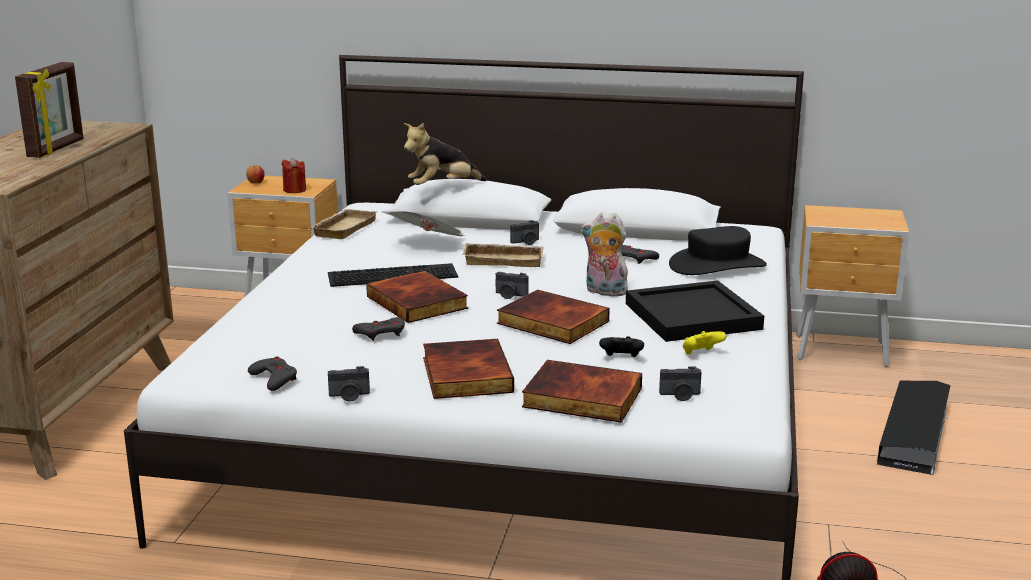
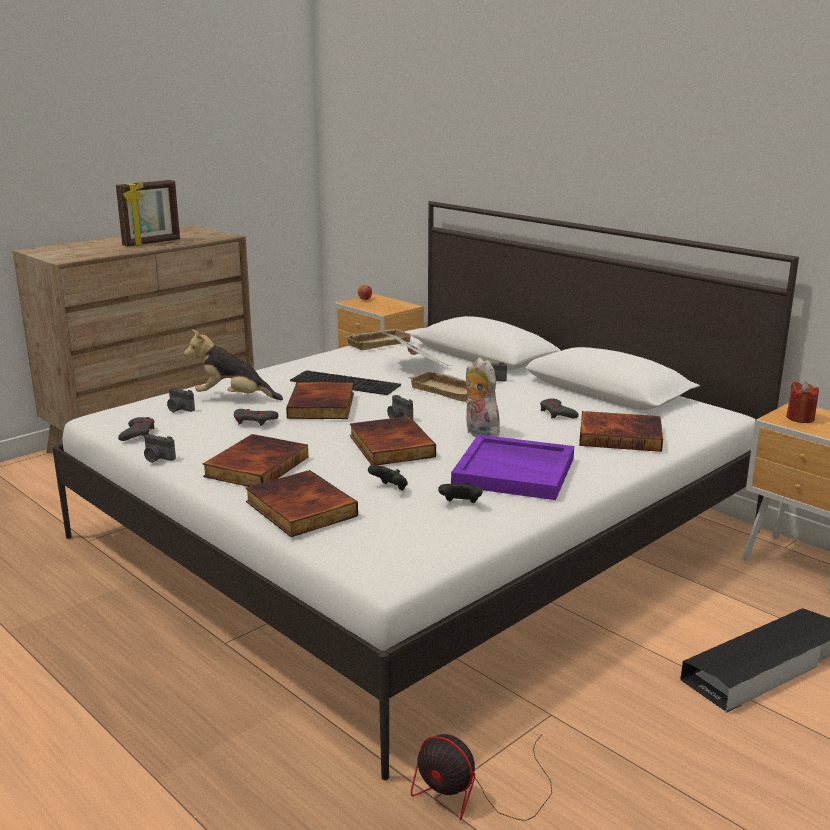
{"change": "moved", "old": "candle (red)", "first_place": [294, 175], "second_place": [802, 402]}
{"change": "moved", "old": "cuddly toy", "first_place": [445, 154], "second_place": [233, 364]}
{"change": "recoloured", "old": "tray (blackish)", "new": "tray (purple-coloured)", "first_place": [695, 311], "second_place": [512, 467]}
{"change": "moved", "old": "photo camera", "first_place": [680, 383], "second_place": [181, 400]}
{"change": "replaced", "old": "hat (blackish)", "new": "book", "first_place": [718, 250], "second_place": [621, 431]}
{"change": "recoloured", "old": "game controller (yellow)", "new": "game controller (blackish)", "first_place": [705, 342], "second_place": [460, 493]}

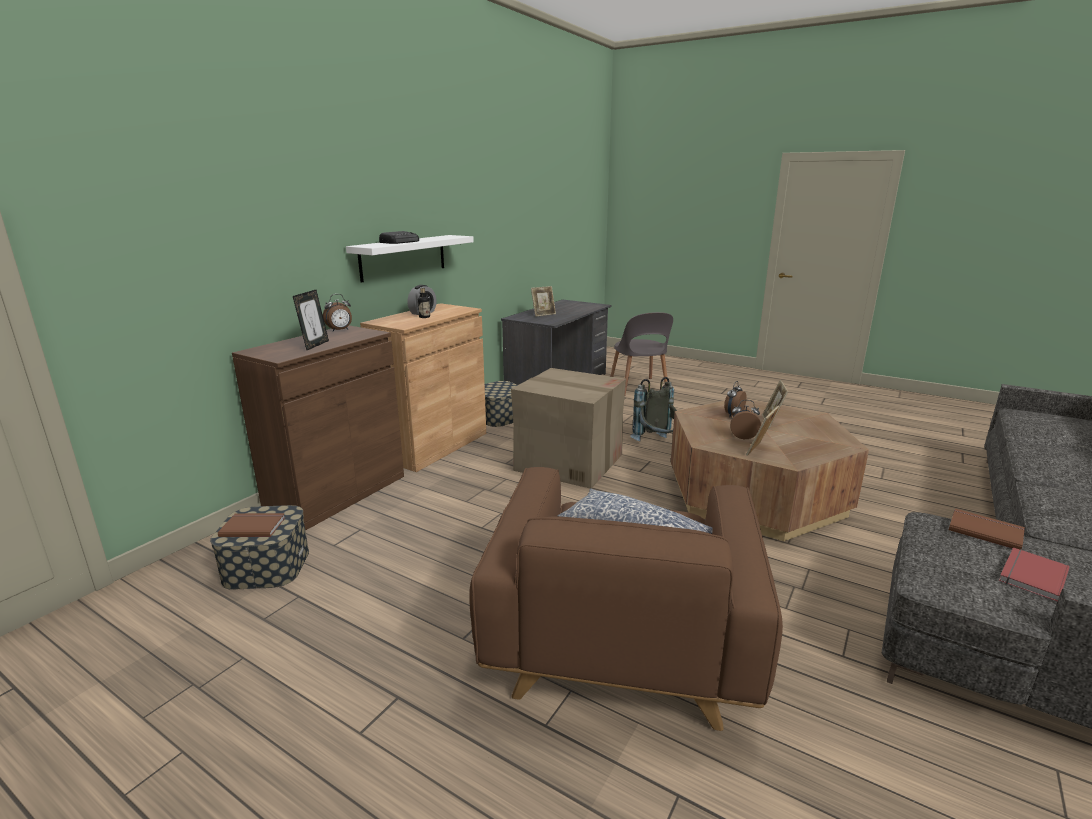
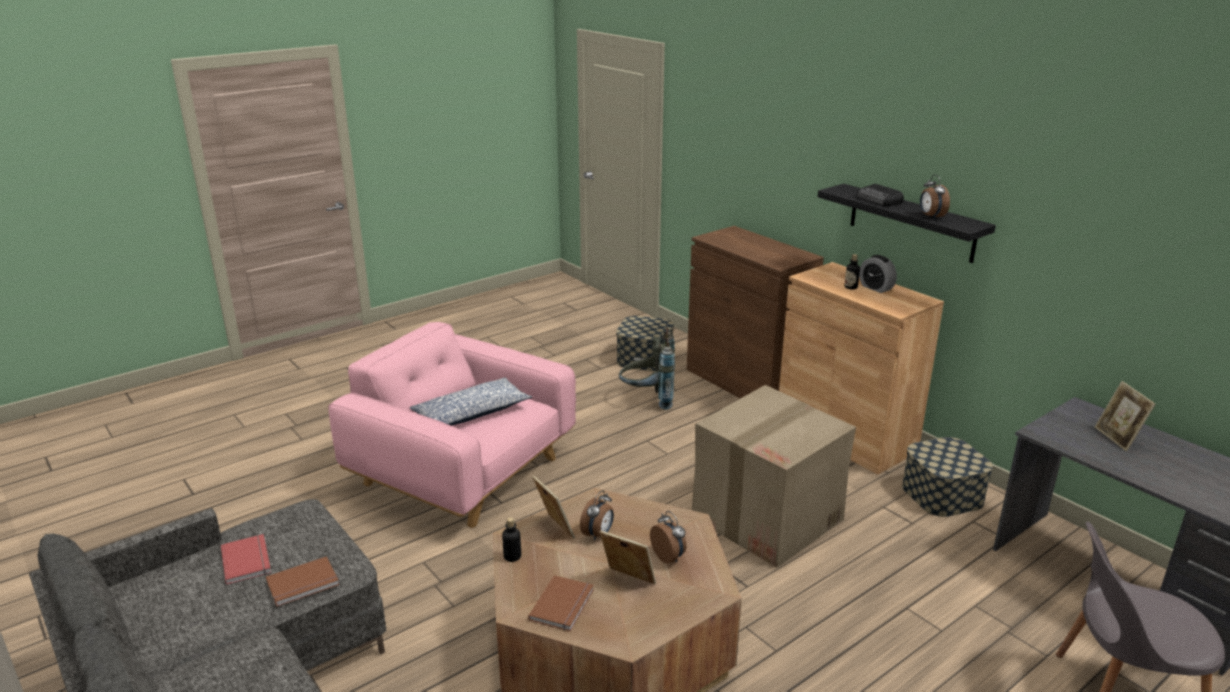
{"change": "moved", "old": "book (brown-coloured)", "first_place": [251, 525], "second_place": [561, 603]}
{"change": "removed", "old": "picture frame", "first_place": [311, 320]}
{"change": "moved", "old": "table clock", "first_place": [337, 313], "second_place": [935, 196]}
{"change": "recoloured", "old": "wall shelf (whitish)", "new": "wall shelf (blackish)", "first_place": [410, 259], "second_place": [907, 223]}
{"change": "recoloured", "old": "lounge chair (brown-coloured)", "new": "lounge chair (pink-coloured)", "first_place": [626, 599], "second_place": [452, 425]}
{"change": "moved", "old": "rucksack (grey)", "first_place": [653, 409], "second_place": [647, 369]}
{"change": "added", "new": "bottle", "second_place": [511, 539]}

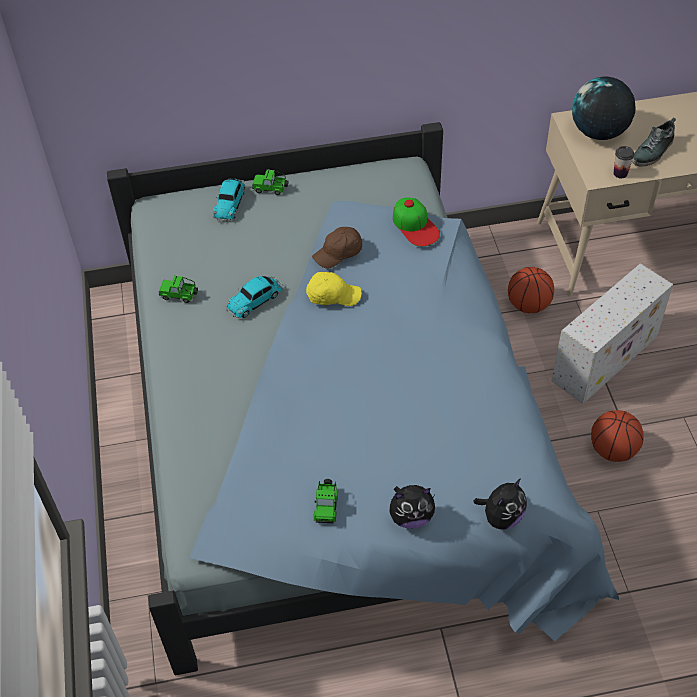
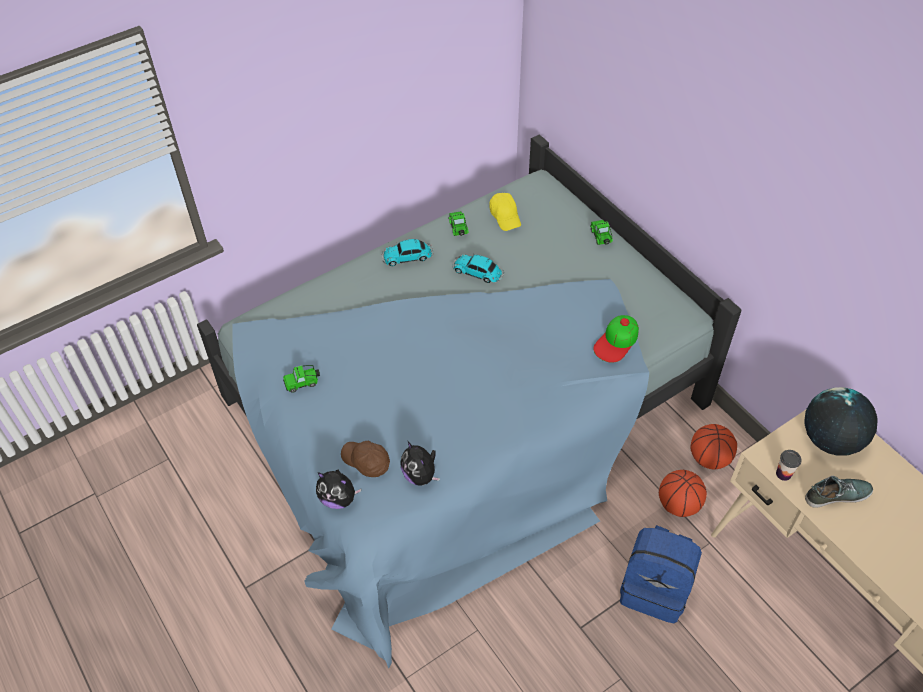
{"change": "moved", "old": "toy car", "first_place": [229, 199], "second_place": [407, 252]}
{"change": "moved", "old": "peaked cap (yellow)", "first_place": [334, 289], "second_place": [505, 212]}
{"change": "moved", "old": "peaked cap (brown-coloured)", "first_place": [337, 248], "second_place": [365, 459]}
{"change": "moved", "old": "cuddly toy", "first_place": [412, 506], "second_place": [420, 463]}
{"change": "replaced", "old": "storage container (whitish)", "new": "rucksack (blue-coloured)", "first_place": [612, 333], "second_place": [661, 574]}
{"change": "moved", "old": "basketball ball", "first_place": [617, 436], "second_place": [714, 447]}
{"change": "turned", "old": "low shoe", "first_place": [654, 142], "second_place": [839, 492], "degrees": 150}

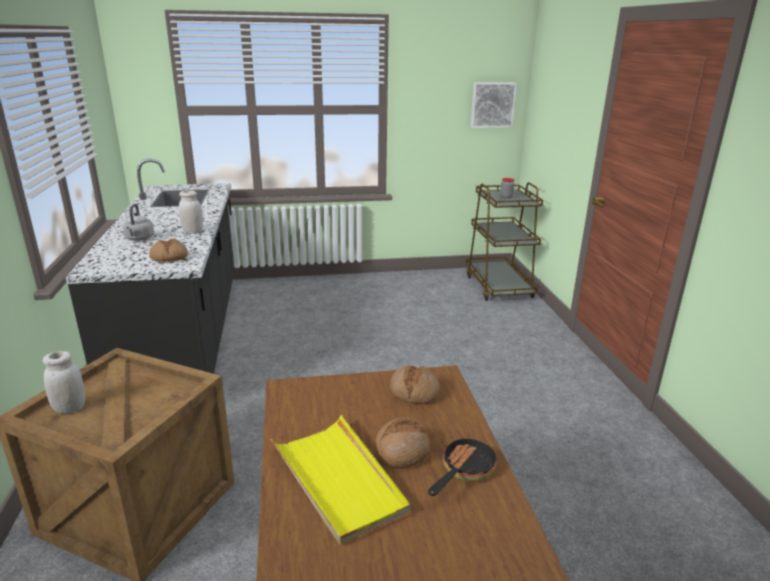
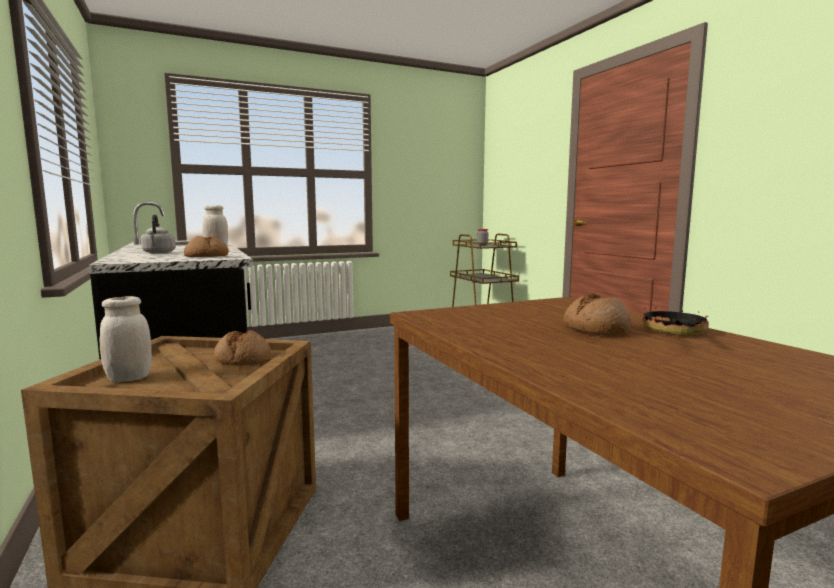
{"change": "removed", "old": "tray (yellow)", "first_place": [340, 479]}
{"change": "moved", "old": "bakery bread", "first_place": [415, 385], "second_place": [242, 347]}
{"change": "removed", "old": "wall picture", "first_place": [494, 105]}

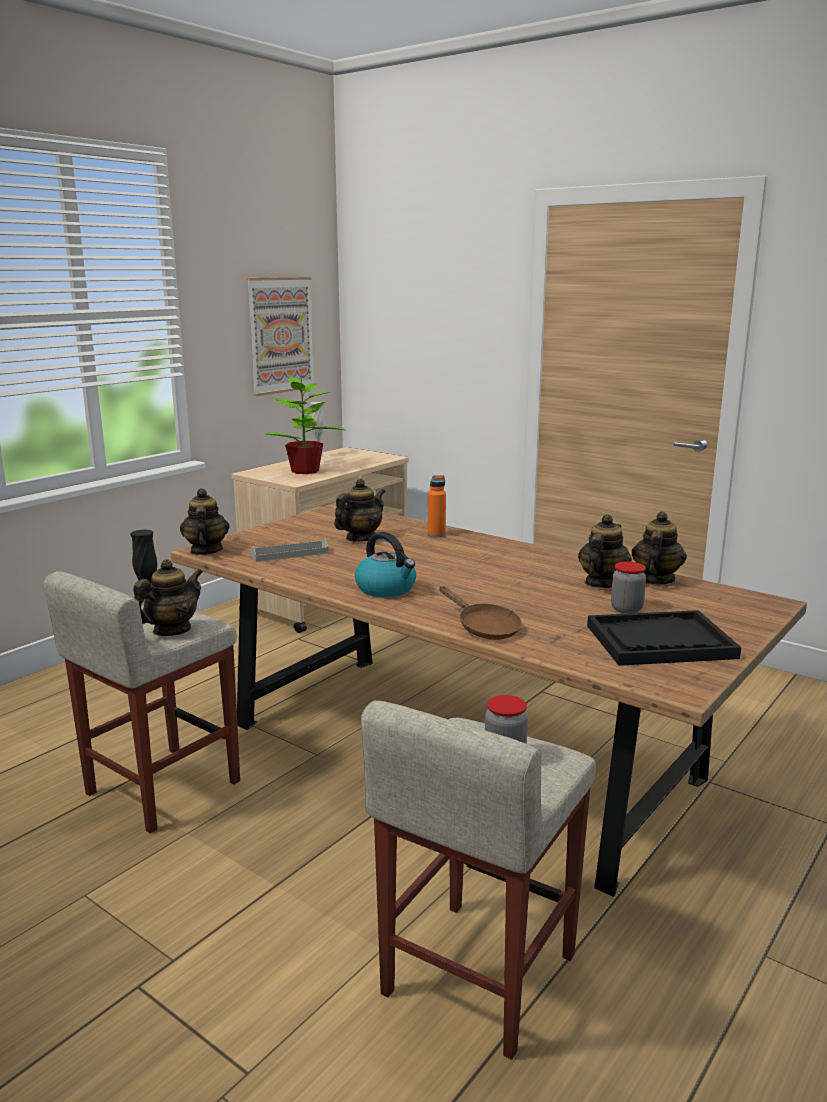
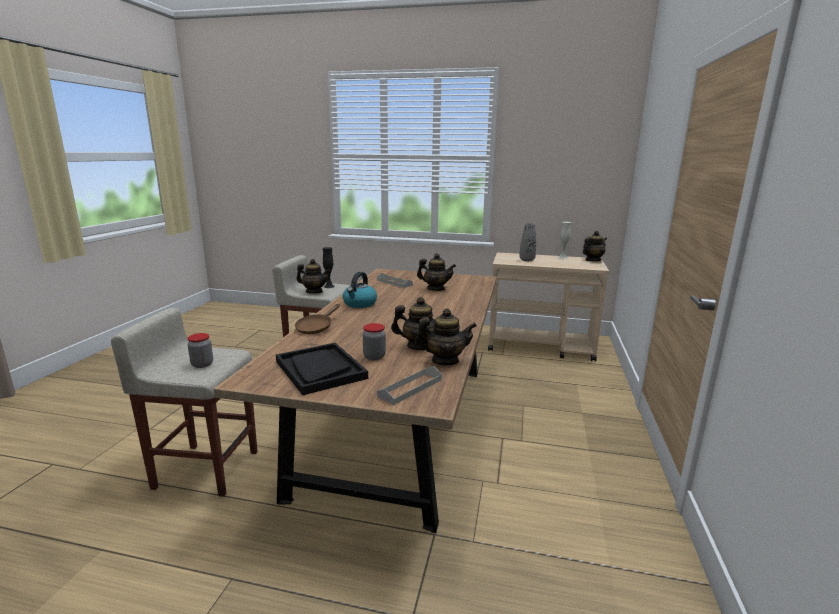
{"change": "moved", "old": "tea pot", "first_place": [205, 521], "second_place": [595, 246]}
{"change": "removed", "old": "wall picture", "first_place": [280, 336]}
{"change": "replaced", "old": "plant in a pot", "new": "vase (grey)", "first_place": [305, 423], "second_place": [527, 242]}
{"change": "removed", "old": "bottle (orange)", "first_place": [437, 506]}
{"change": "added", "new": "tray (grey)", "second_place": [409, 385]}

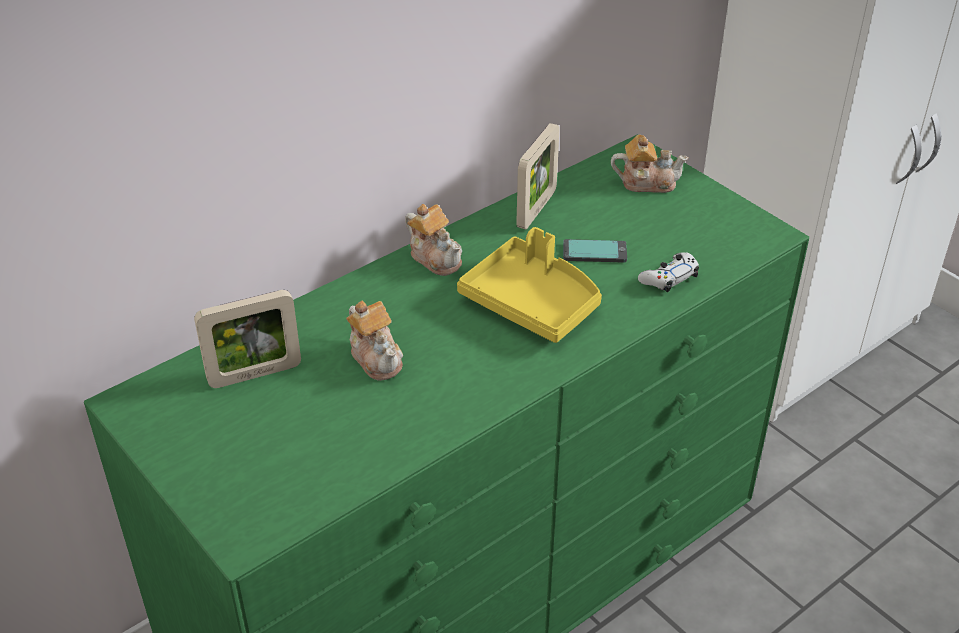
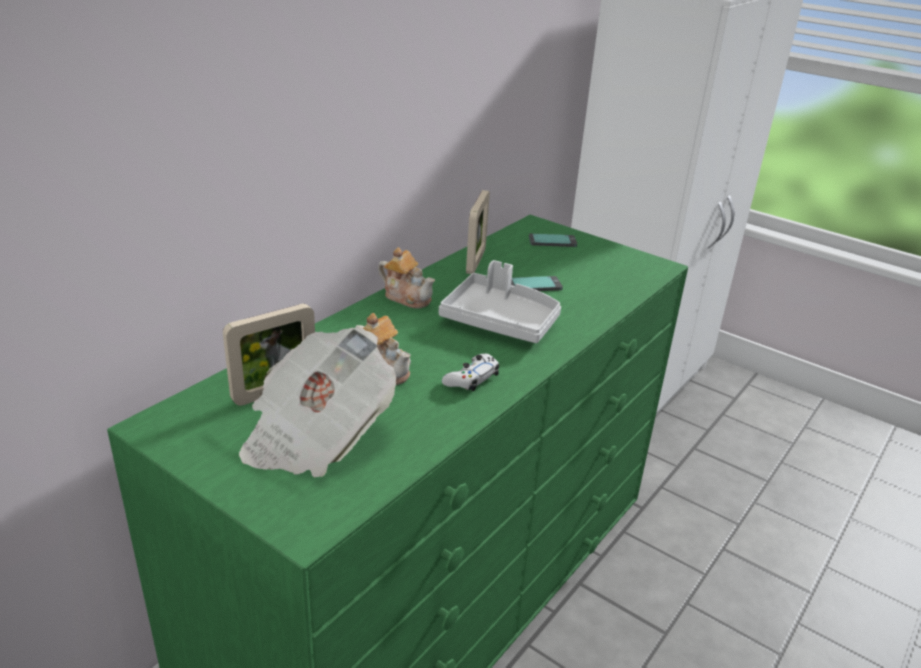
{"change": "recoloured", "old": "tray (yellow)", "new": "tray (grey)", "first_place": [529, 285], "second_place": [500, 301]}
{"change": "replaced", "old": "tea pot", "new": "handset", "first_place": [649, 164], "second_place": [553, 240]}
{"change": "moved", "old": "game controller (whitish)", "first_place": [668, 272], "second_place": [470, 372]}
{"change": "added", "new": "printed paper", "second_place": [317, 402]}

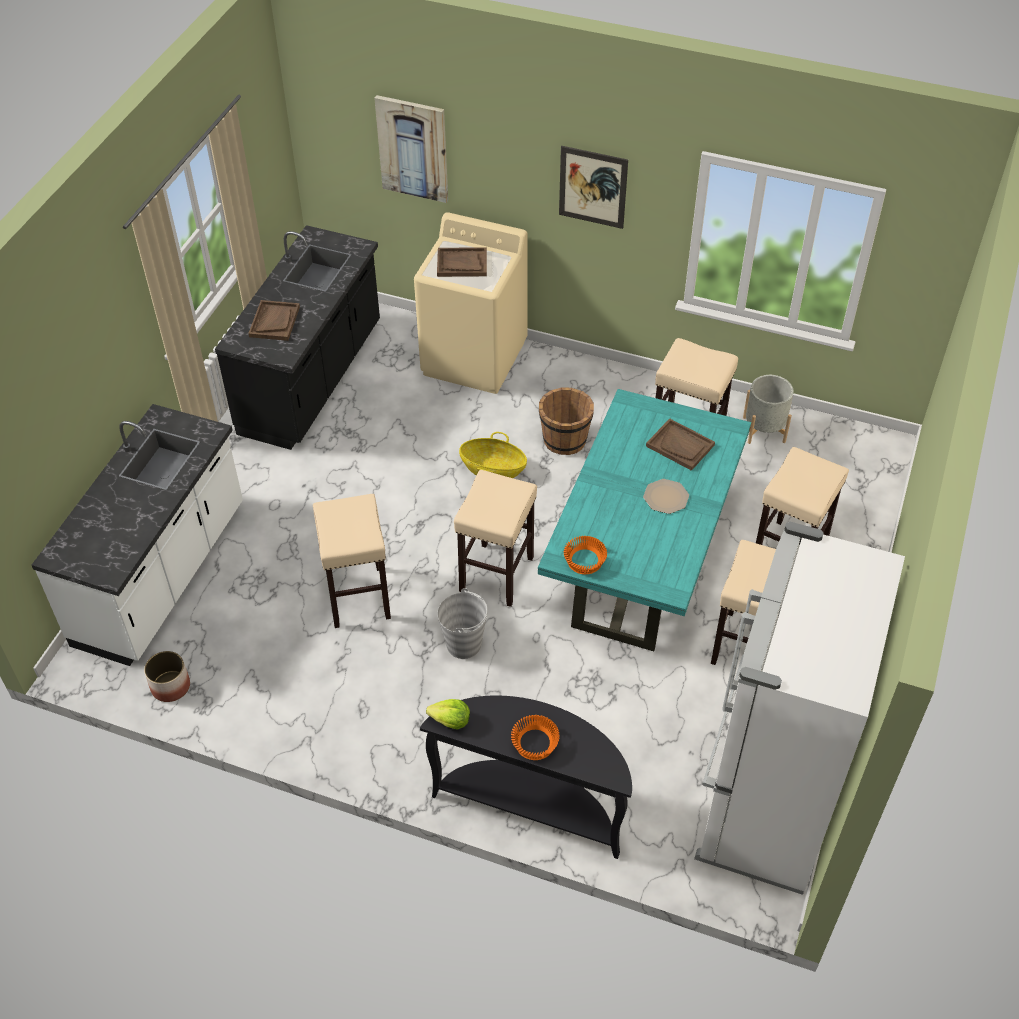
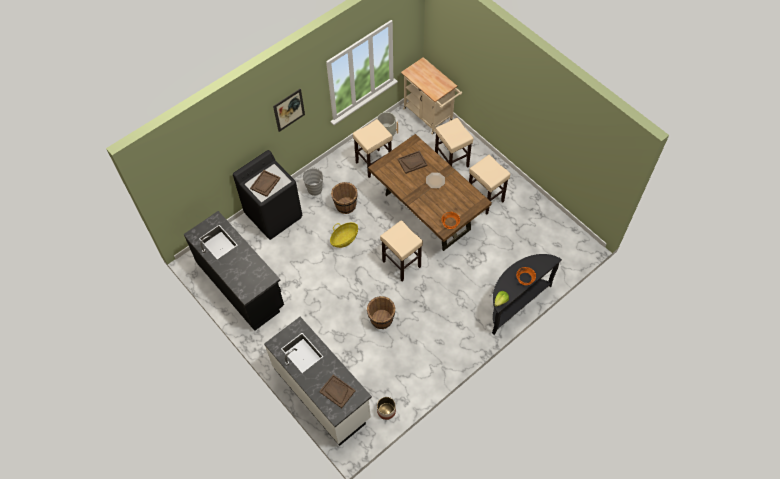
{"change": "moved", "old": "tray (brown-coloured)", "first_place": [274, 320], "second_place": [337, 391]}
{"change": "replaced", "old": "stool (sand-coloured)", "new": "pail (brown-coloured)", "first_place": [352, 561], "second_place": [381, 312]}
{"change": "removed", "old": "wall picture", "first_place": [411, 149]}
{"change": "recoloured", "old": "washing machine (sand-coloured)", "new": "washing machine (blackish)", "first_place": [470, 303], "second_place": [267, 195]}
{"change": "moved", "old": "pail (grey)", "first_place": [462, 623], "second_place": [313, 181]}
{"change": "recoloured", "old": "dining table (turquoise)", "new": "dining table (brown-coloured)", "first_place": [644, 520], "second_place": [430, 192]}
{"change": "removed", "old": "fridge (whitish)", "first_place": [799, 708]}
{"change": "added", "new": "cart (sand-coloured)", "second_place": [431, 96]}

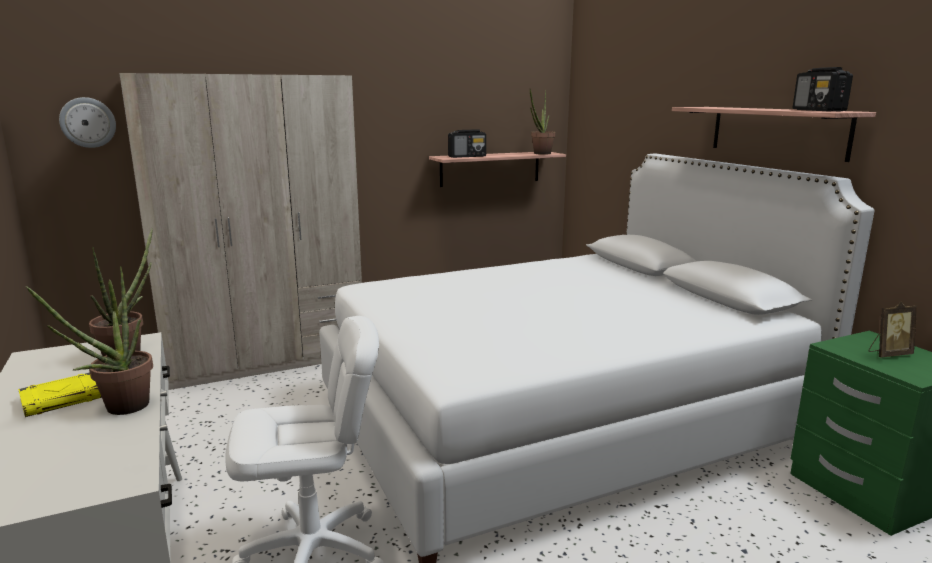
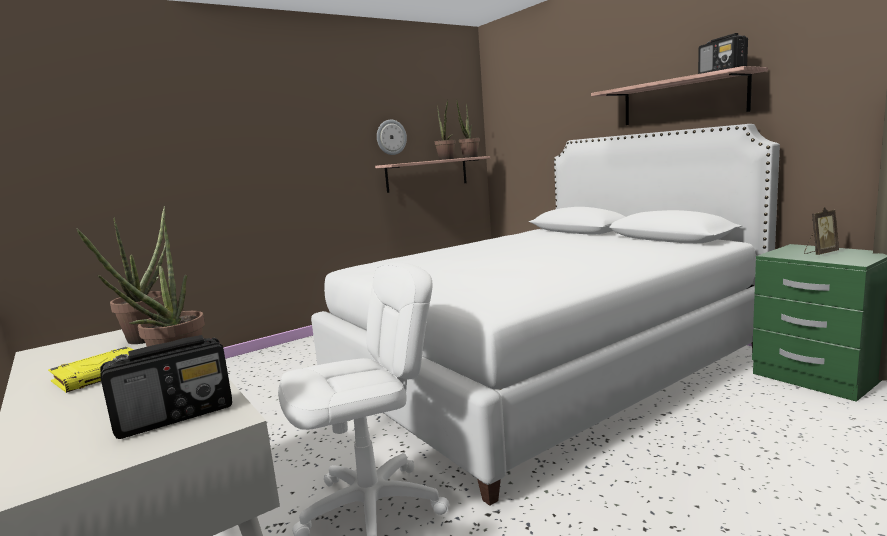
{"change": "moved", "old": "clock on the wall", "first_place": [87, 122], "second_place": [392, 137]}
{"change": "removed", "old": "armoire (sand-coloured)", "first_place": [240, 231]}
{"change": "moved", "old": "radio receiver", "first_place": [467, 143], "second_place": [166, 387]}
{"change": "added", "new": "plant in a pot", "second_place": [445, 130]}

